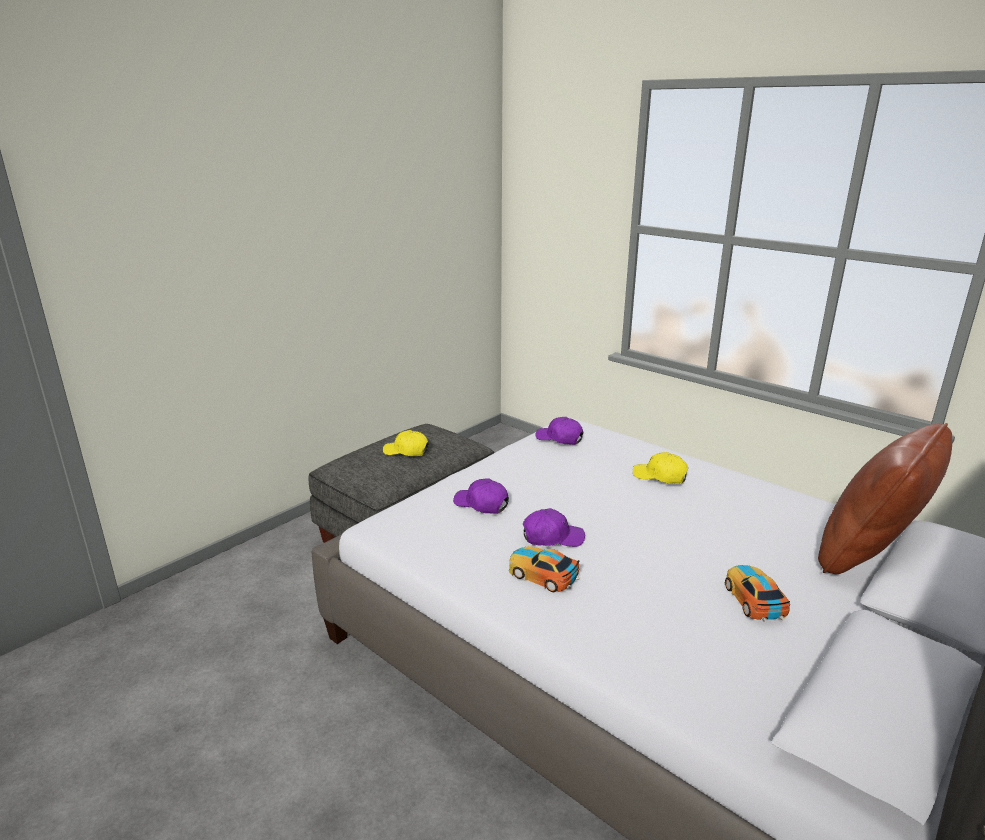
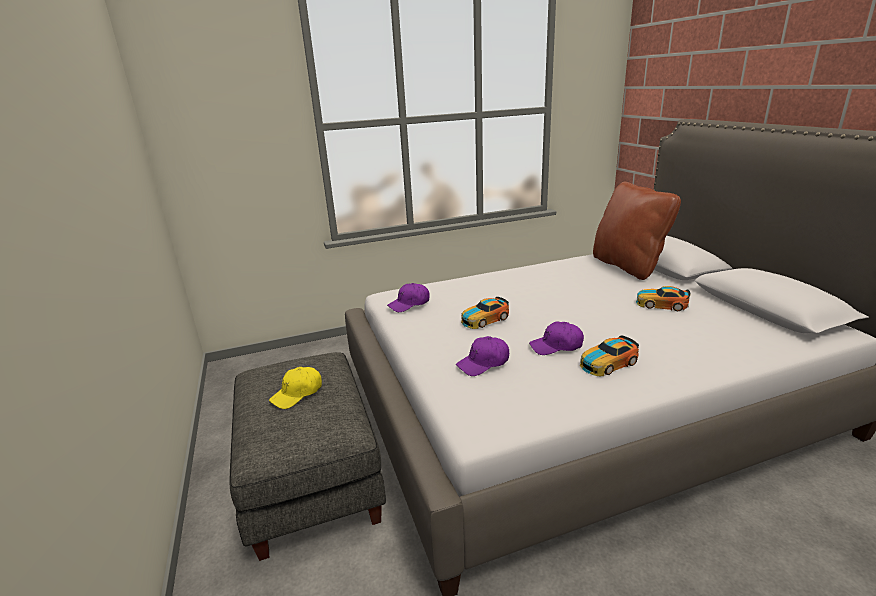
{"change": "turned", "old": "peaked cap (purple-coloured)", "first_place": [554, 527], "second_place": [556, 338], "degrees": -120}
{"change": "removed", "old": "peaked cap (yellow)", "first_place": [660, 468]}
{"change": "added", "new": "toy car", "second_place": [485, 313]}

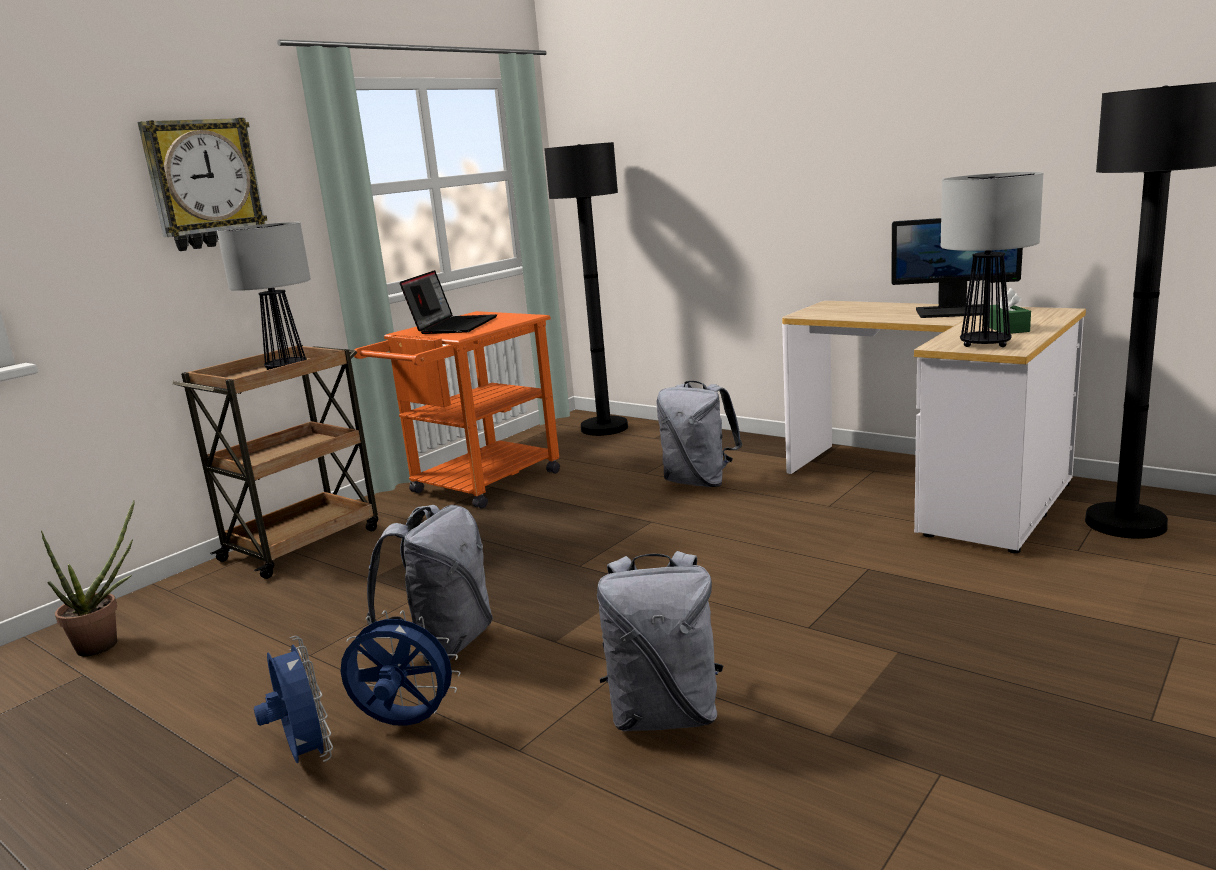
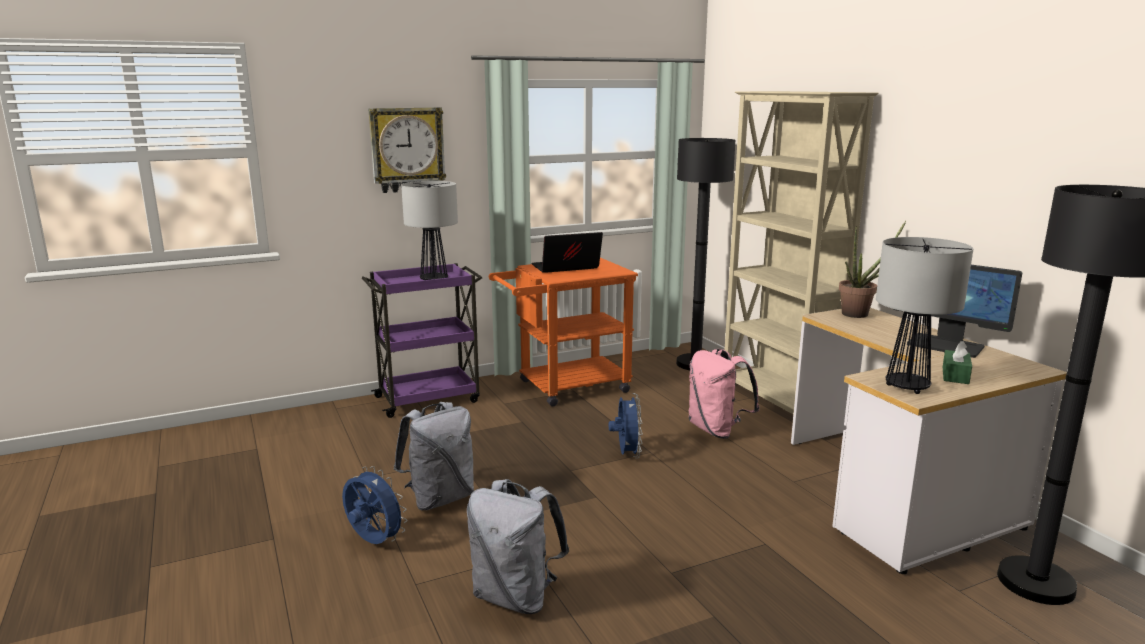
{"change": "moved", "old": "plant in a pot", "first_place": [88, 578], "second_place": [872, 269]}
{"change": "recoloured", "old": "cart (brown-coloured)", "new": "cart (purple-coloured)", "first_place": [275, 461], "second_place": [422, 340]}
{"change": "moved", "old": "fan (blue-coloured)", "first_place": [293, 699], "second_place": [626, 426]}
{"change": "turned", "old": "portable computer", "first_place": [448, 302], "second_place": [567, 252], "degrees": -150}
{"change": "recoloured", "old": "rucksack (grey)", "new": "rucksack (pink-coloured)", "first_place": [699, 434], "second_place": [724, 394]}
{"change": "added", "new": "bookshelf (sand-coloured)", "second_place": [801, 252]}

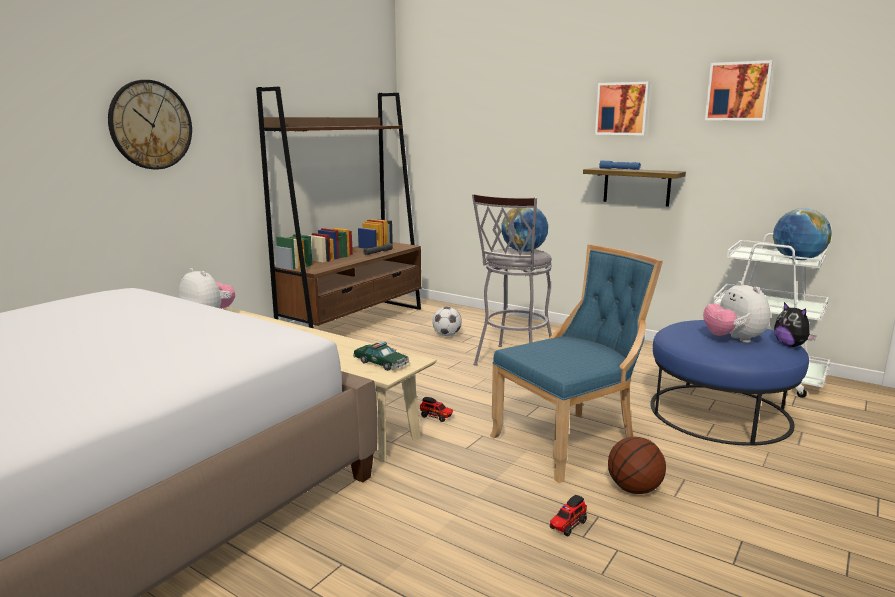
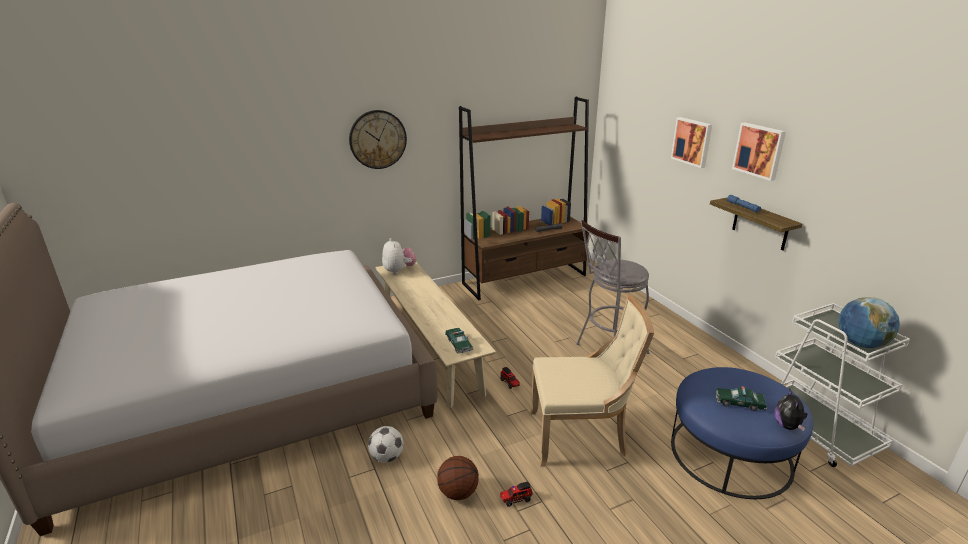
{"change": "moved", "old": "football ball", "first_place": [447, 321], "second_place": [386, 444]}
{"change": "recoloured", "old": "upright chair (blue-coloured)", "new": "upright chair (sand-coloured)", "first_place": [576, 364], "second_place": [592, 380]}
{"change": "removed", "old": "desk globe", "first_place": [524, 230]}
{"change": "moved", "old": "basketball ball", "first_place": [637, 465], "second_place": [458, 478]}
{"change": "replaced", "old": "cuddly toy", "new": "toy car", "first_place": [736, 312], "second_place": [741, 398]}
{"change": "moved", "old": "wall picture", "first_place": [739, 90], "second_place": [691, 142]}

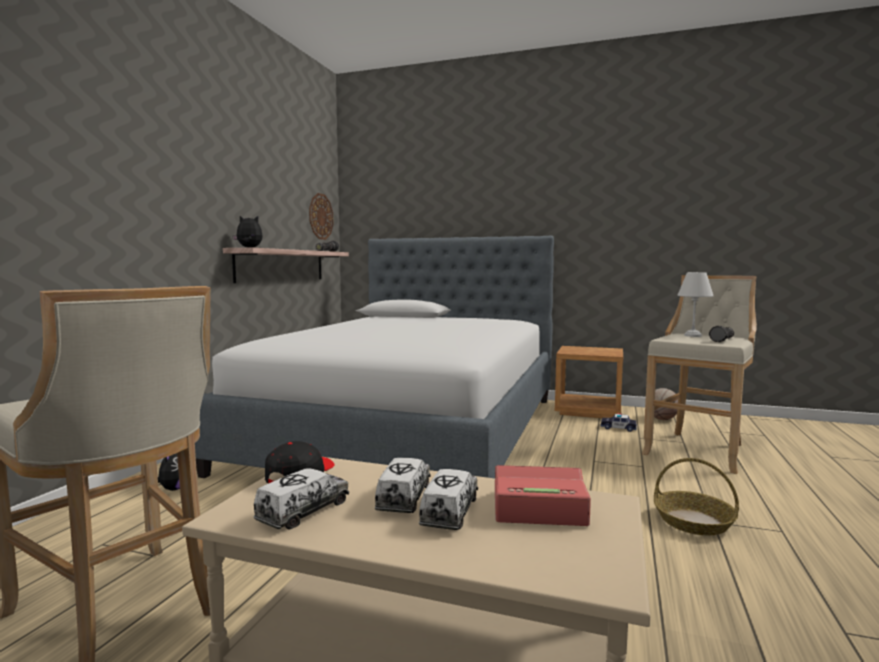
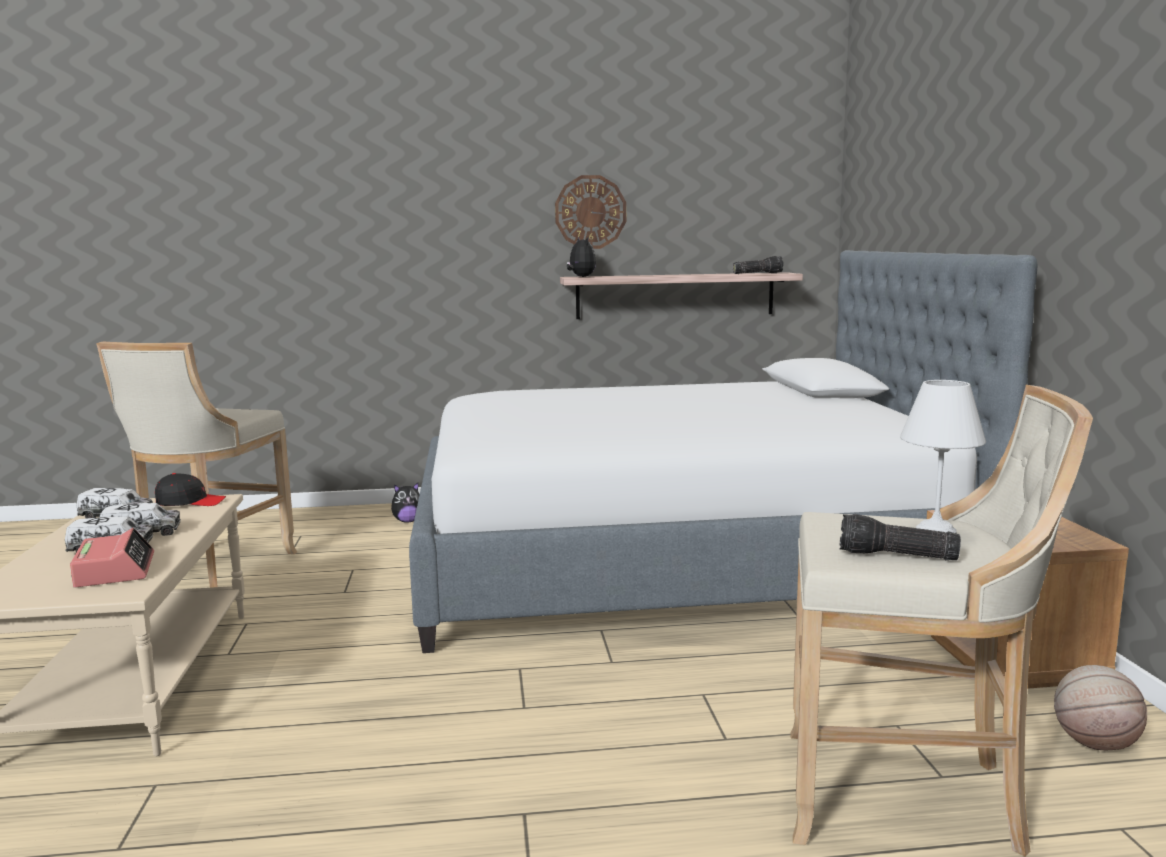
{"change": "moved", "old": "clock on the wall", "first_place": [321, 216], "second_place": [590, 212]}
{"change": "removed", "old": "toy car", "first_place": [618, 422]}
{"change": "removed", "old": "household basket", "first_place": [696, 496]}

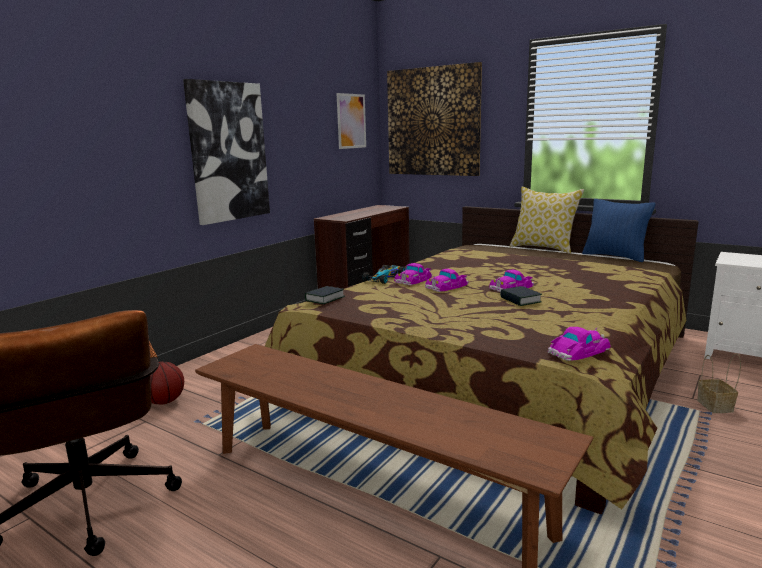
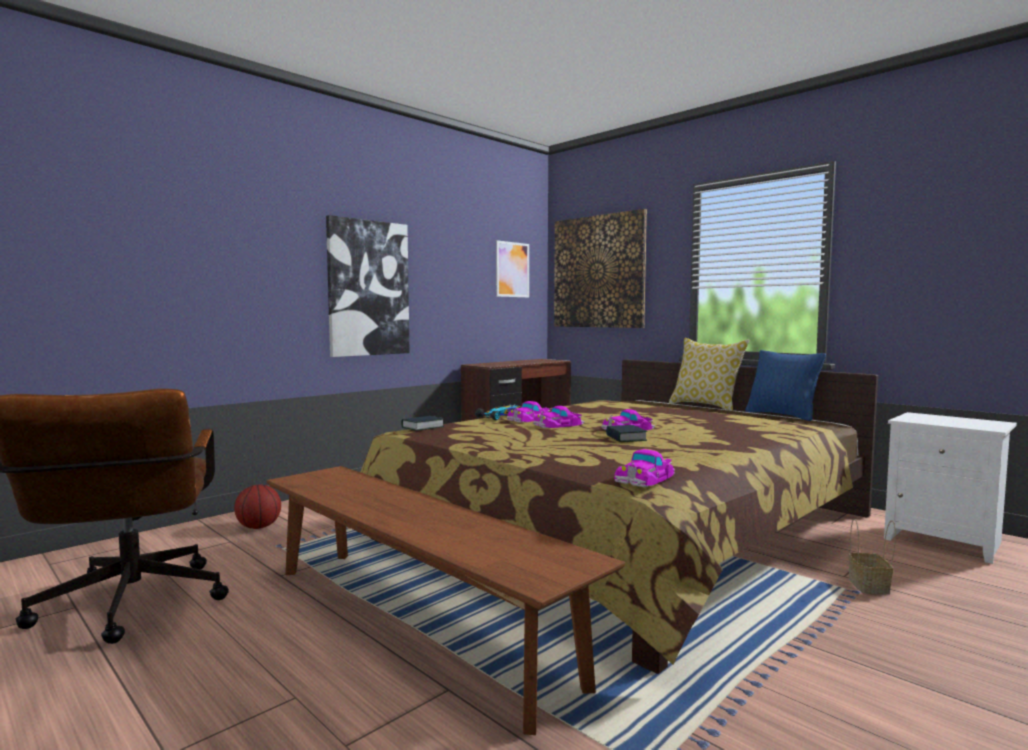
{"change": "turned", "old": "toy car", "first_place": [578, 344], "second_place": [644, 468], "degrees": 150}

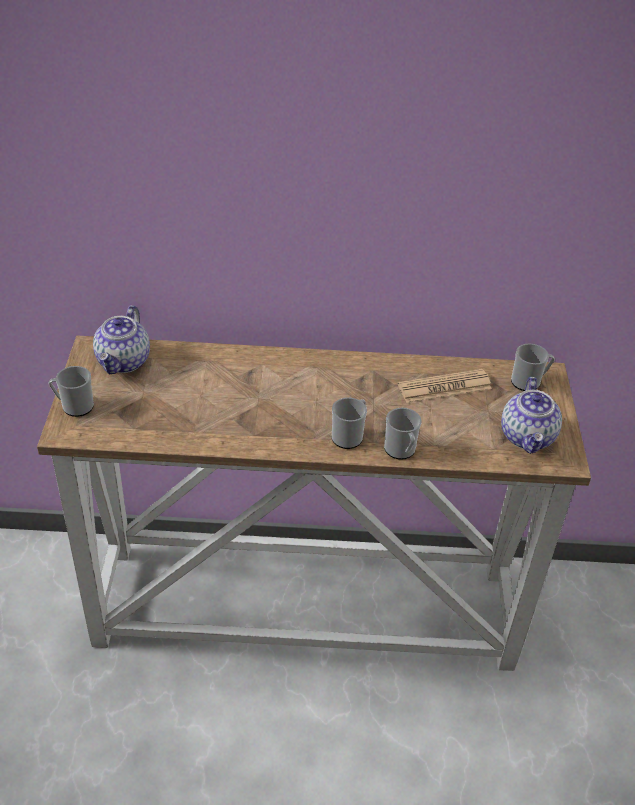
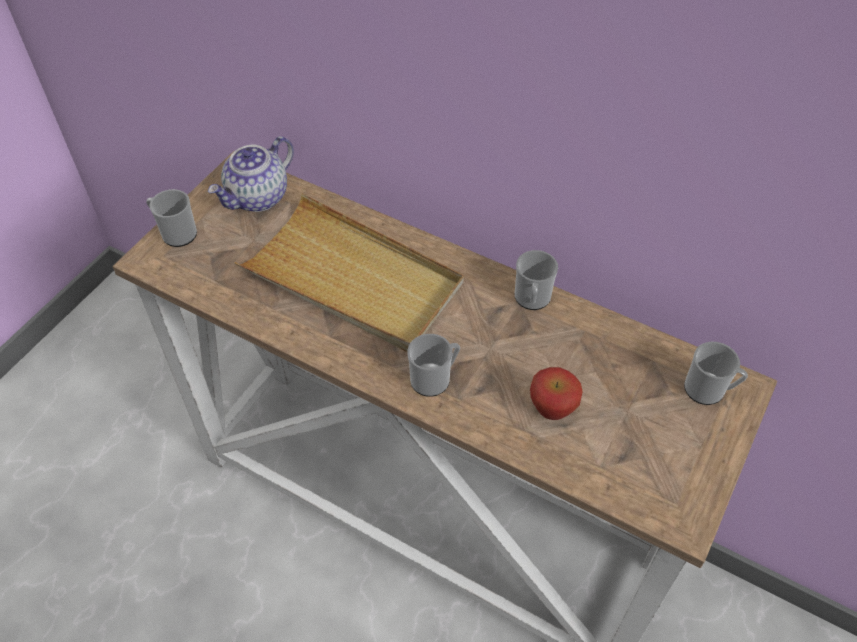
{"change": "moved", "old": "mug", "first_place": [402, 434], "second_place": [536, 280]}
{"change": "removed", "old": "printed paper", "first_place": [445, 386]}
{"change": "removed", "old": "tea pot", "first_place": [531, 415]}
{"change": "added", "new": "tray (sand-coloured)", "second_place": [349, 273]}
{"change": "added", "new": "apple", "second_place": [556, 393]}

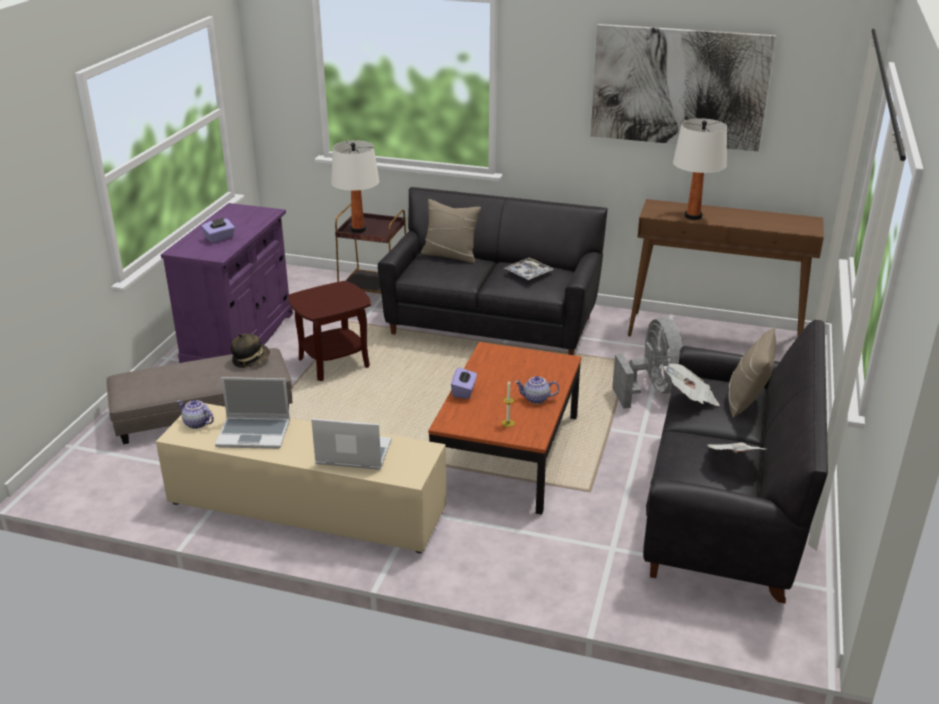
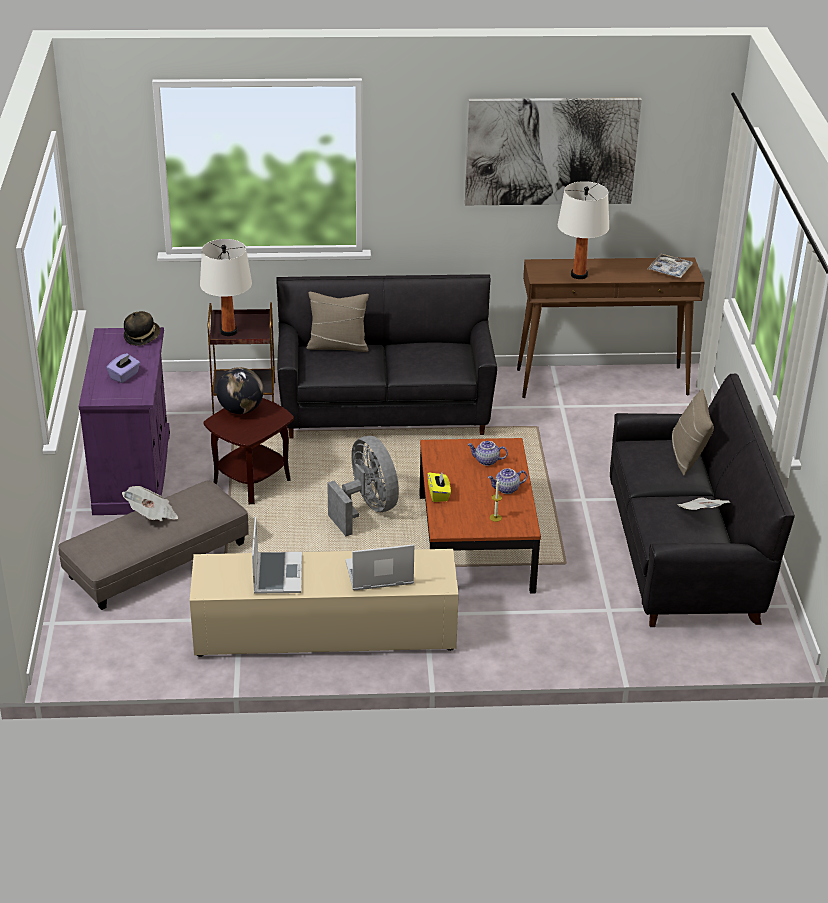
{"change": "moved", "old": "tea pot", "first_place": [195, 414], "second_place": [488, 453]}
{"change": "turned", "old": "portable computer", "first_place": [252, 413], "second_place": [277, 555], "degrees": -75}
{"change": "moved", "old": "hat", "first_place": [250, 351], "second_place": [142, 328]}
{"change": "recoloured", "old": "tissue holder (purple-coloured)", "new": "tissue holder (yellow)", "first_place": [464, 383], "second_place": [439, 487]}
{"change": "moved", "old": "tray", "first_place": [528, 269], "second_place": [670, 266]}
{"change": "moved", "old": "fan (grey)", "first_place": [647, 363], "second_place": [363, 486]}
{"change": "moved", "old": "printed paper", "first_place": [691, 384], "second_place": [150, 503]}
{"change": "added", "new": "desk globe", "second_place": [239, 390]}

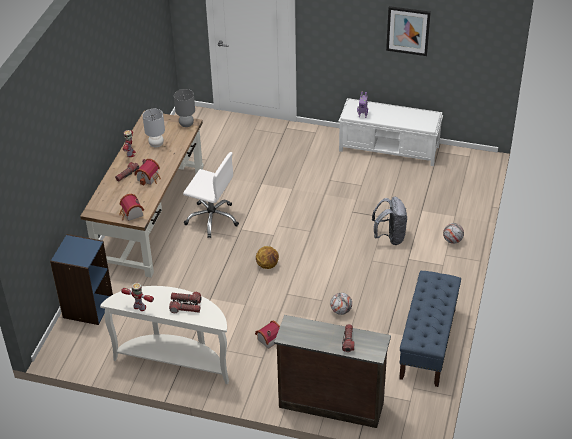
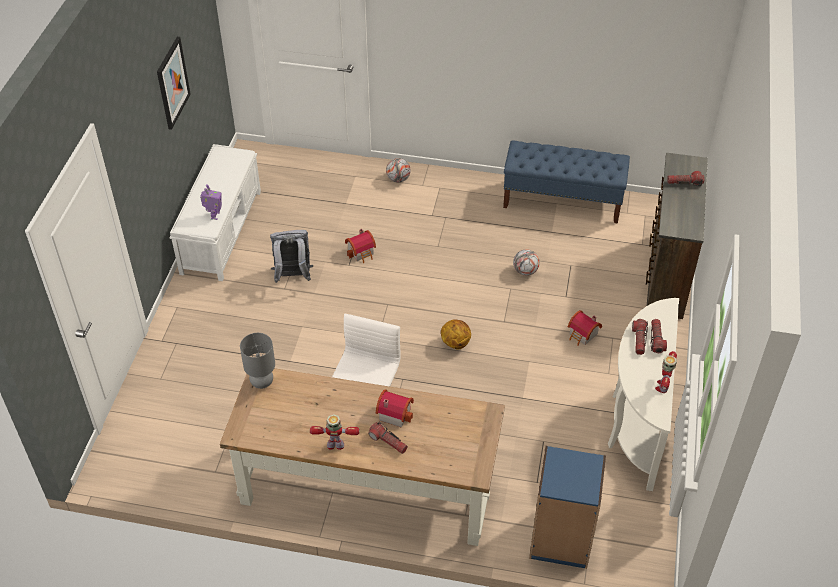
{"change": "moved", "old": "model house", "first_place": [131, 207], "second_place": [360, 246]}
{"change": "removed", "old": "table lamp (grey)", "first_place": [154, 128]}
{"change": "moved", "old": "rucksack (grey)", "first_place": [389, 221], "second_place": [291, 256]}

